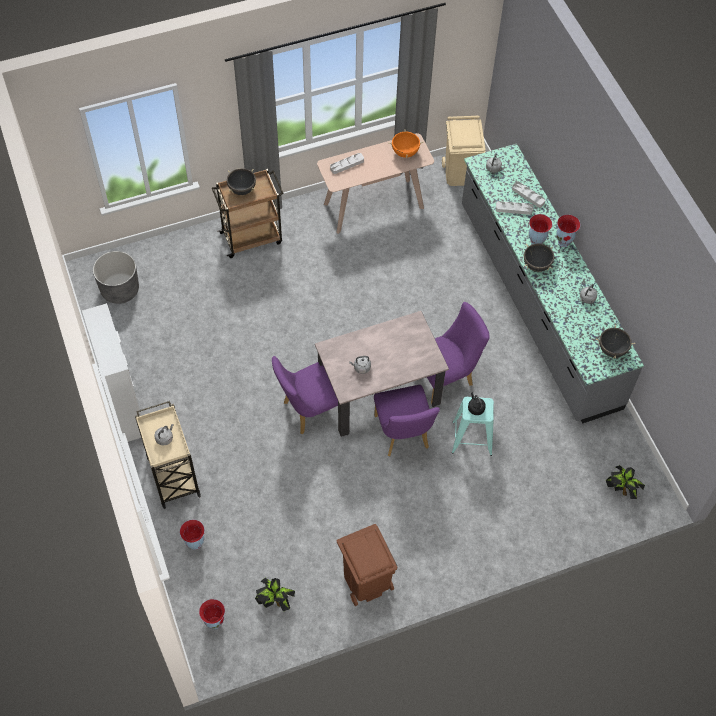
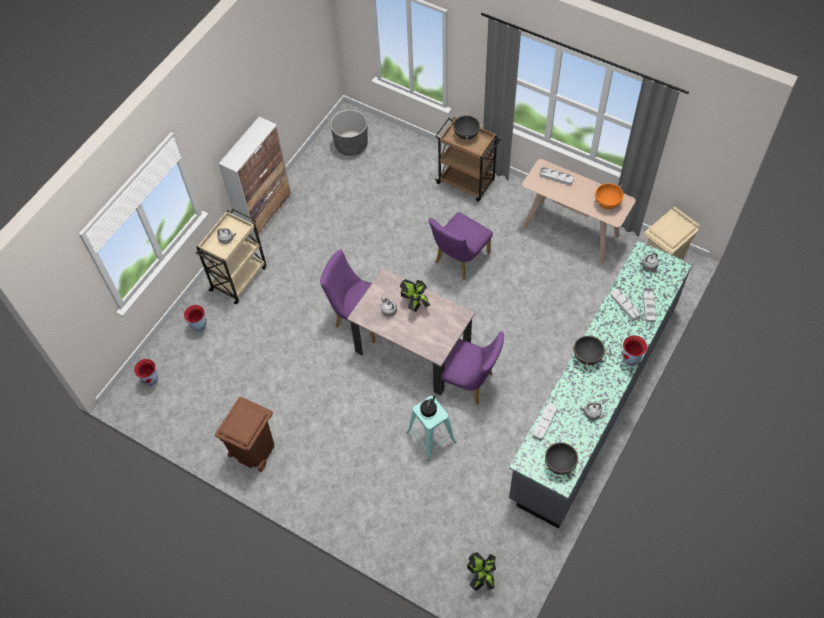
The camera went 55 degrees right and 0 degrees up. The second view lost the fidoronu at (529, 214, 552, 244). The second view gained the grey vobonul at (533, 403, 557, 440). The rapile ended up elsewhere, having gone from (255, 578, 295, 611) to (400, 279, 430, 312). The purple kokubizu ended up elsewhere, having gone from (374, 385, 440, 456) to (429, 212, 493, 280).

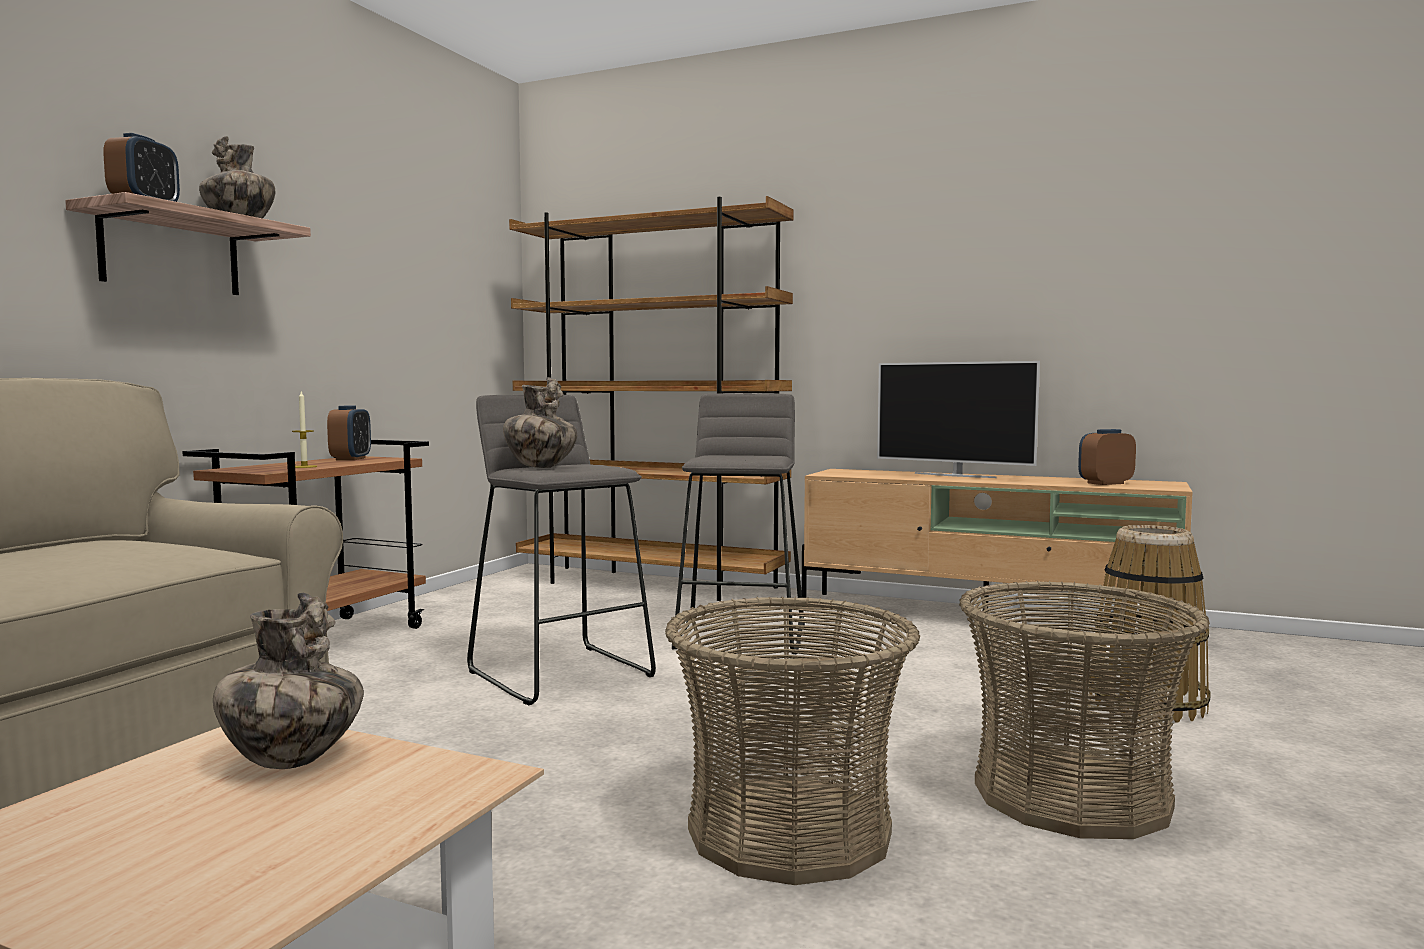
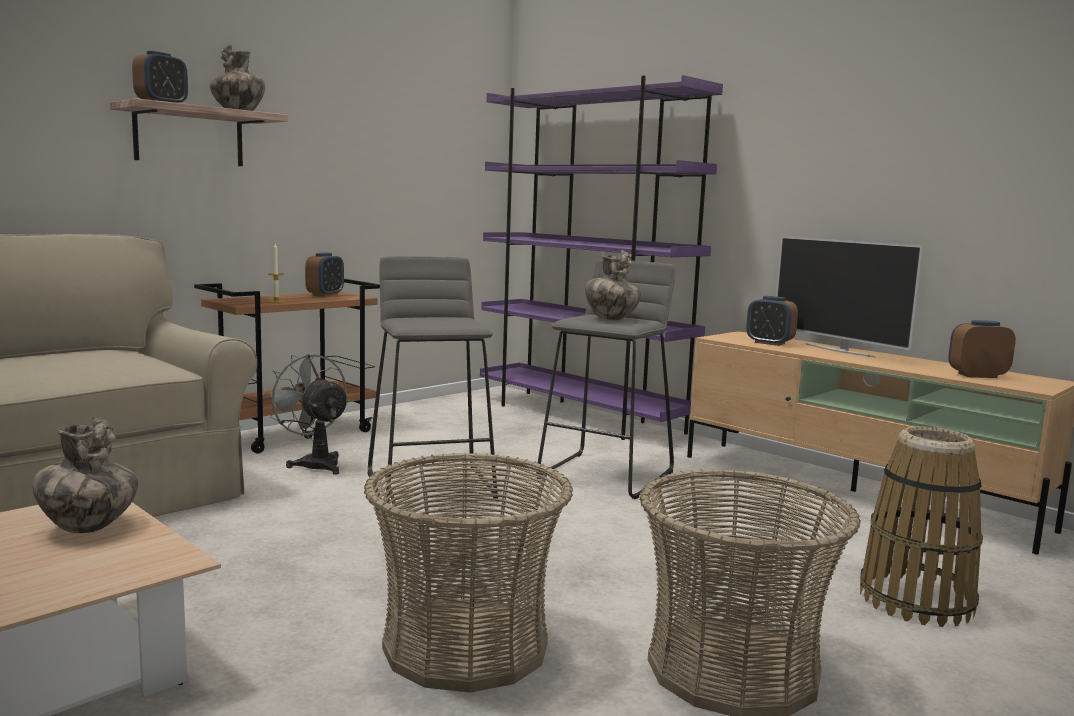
The camera went 20 degrees right and 5 degrees up. The second view gained the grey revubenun at (264, 354, 349, 475). The second view gained the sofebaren at (746, 296, 798, 346). The fidoronu ended up elsewhere, having gone from (503, 377, 577, 468) to (585, 250, 641, 320). What was the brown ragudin at (509, 196, 793, 601) turned into the purple ragudin at (480, 75, 723, 440).

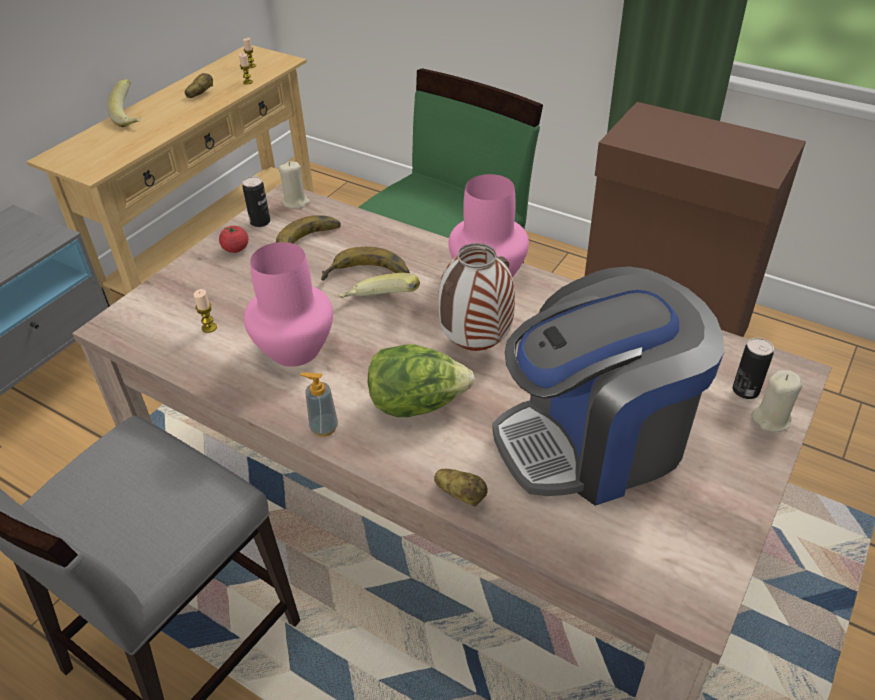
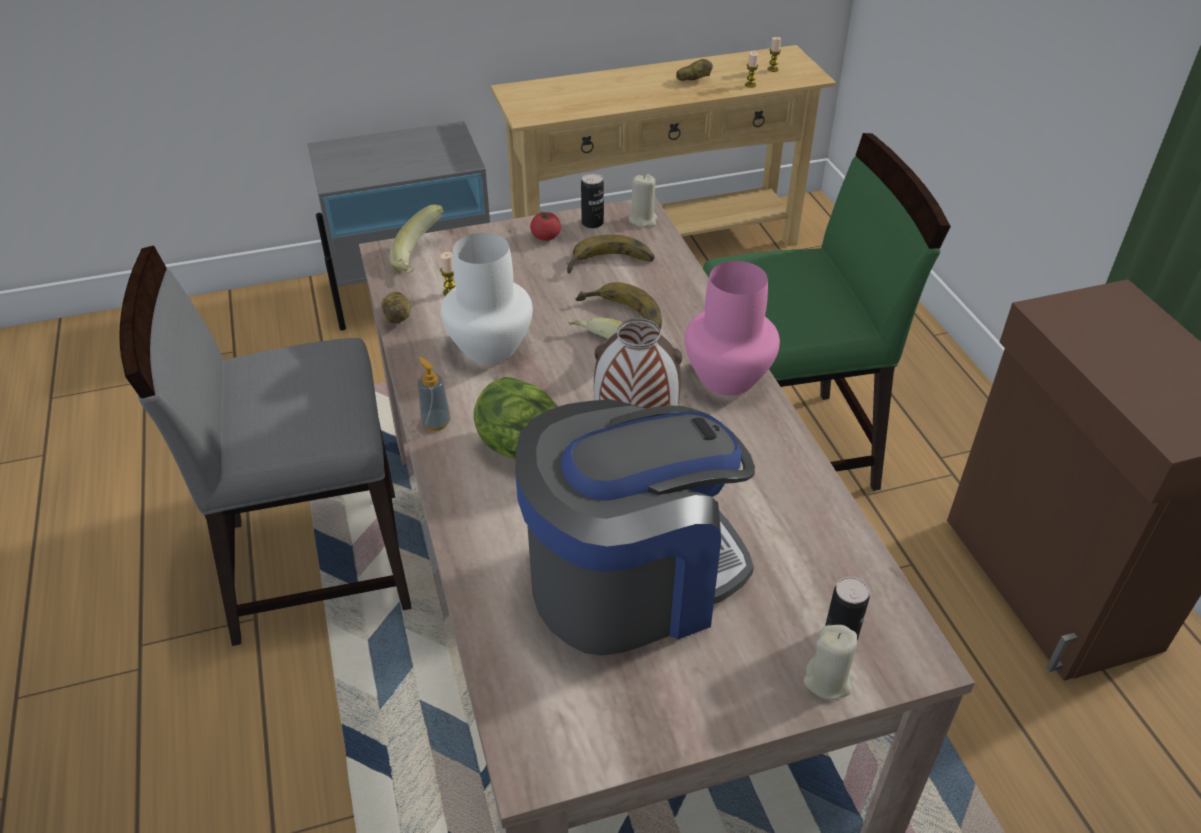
The camera went 40 degrees right and 0 degrees up. The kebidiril ended up elsewhere, having gone from (107, 79, 140, 127) to (389, 205, 444, 274). The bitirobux ended up elsewhere, having gone from (434, 469, 488, 506) to (381, 292, 411, 323). What was the pink fidoronu at (244, 242, 333, 367) turned into the white fidoronu at (441, 233, 533, 364). The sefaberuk at (492, 266, 725, 506) ended up facing another way, 135 degrees clockwise from before.

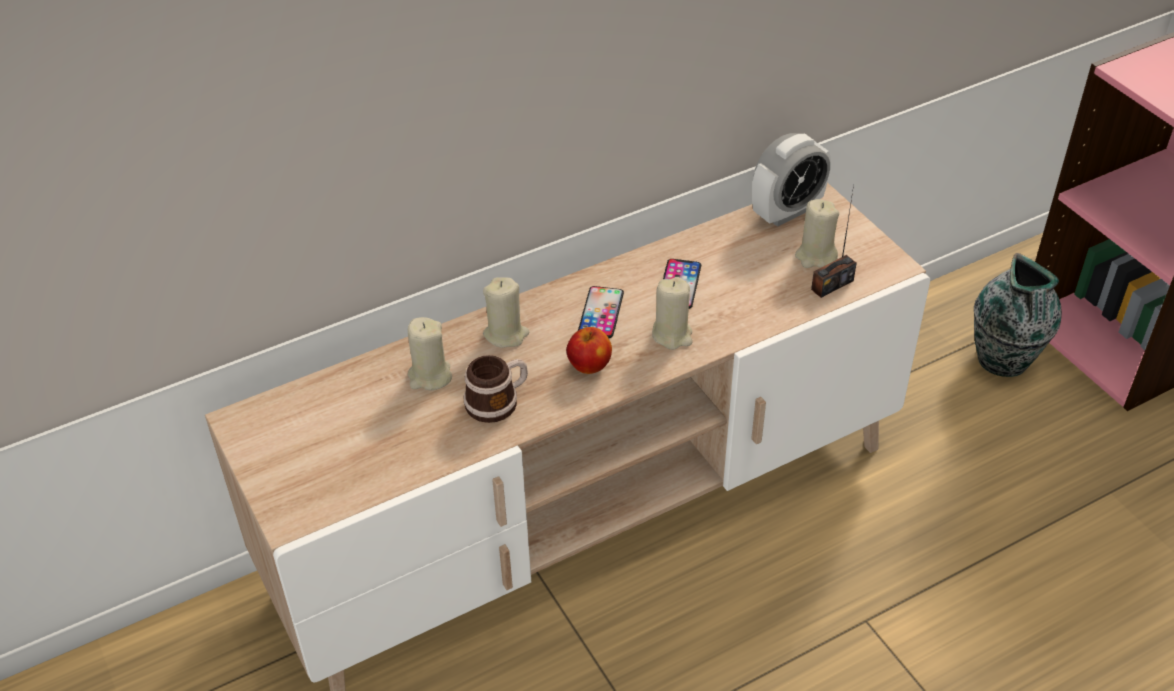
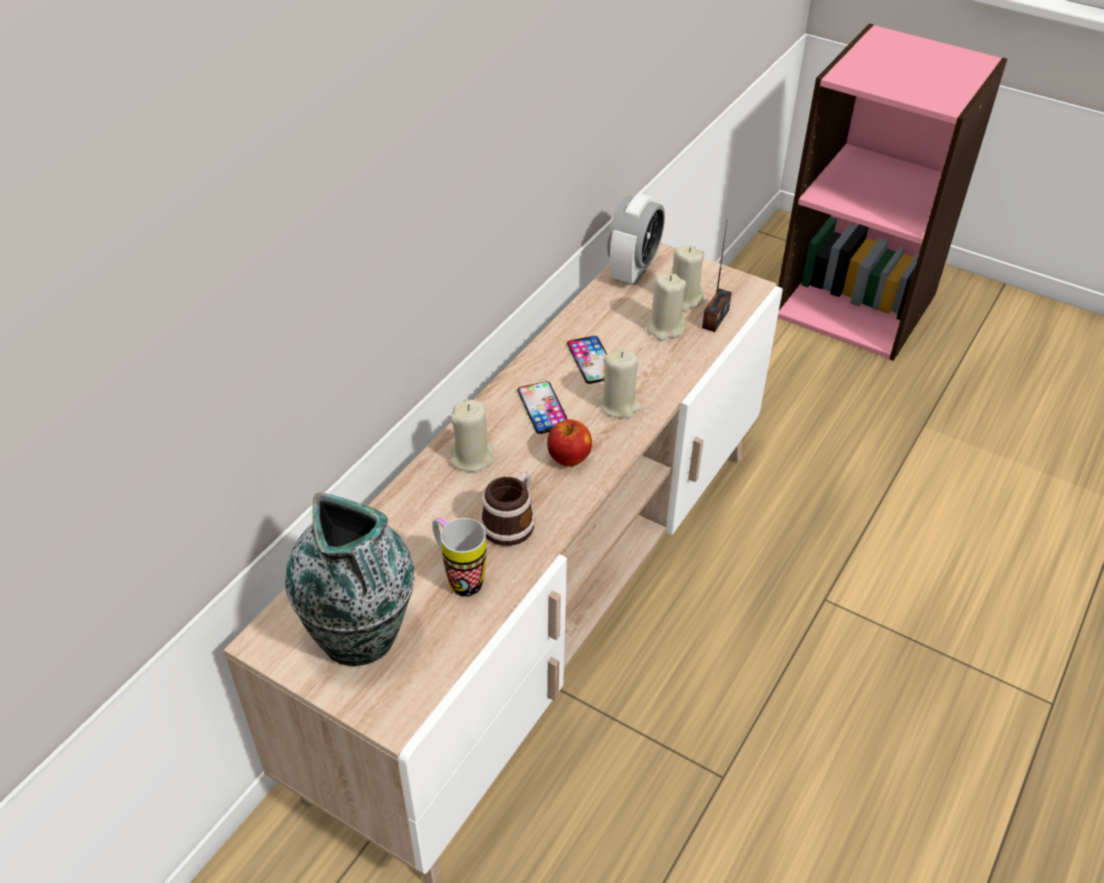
The camera went 30 degrees left and 0 degrees up. The second view gained the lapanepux at (432, 517, 486, 597). The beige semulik ended up elsewhere, having gone from (408, 317, 452, 390) to (647, 273, 686, 341). The fidoronu ended up elsewhere, having gone from (974, 253, 1062, 377) to (285, 492, 415, 666).

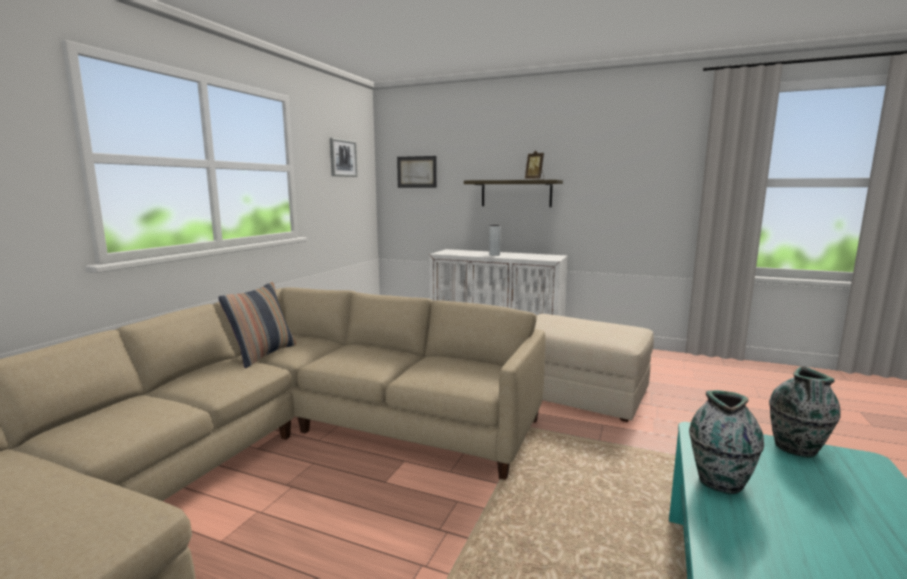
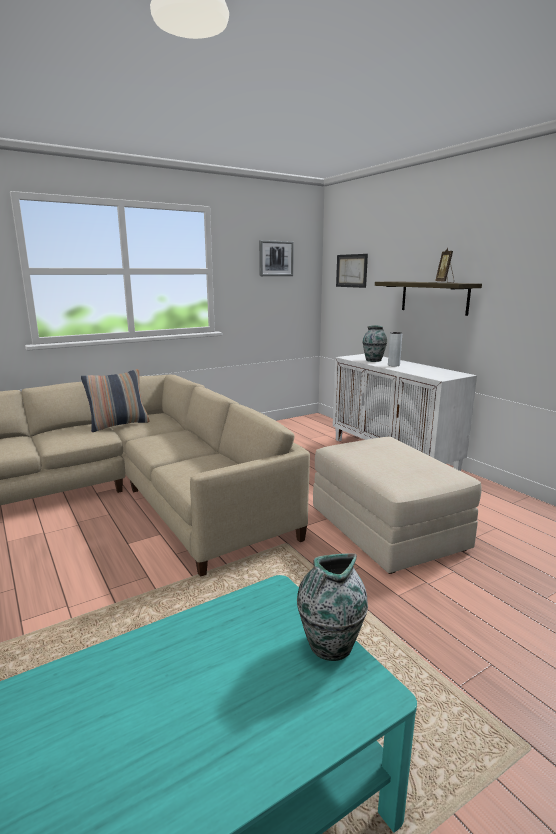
The camera went 35 degrees right and 5 degrees up. The fidoronu ended up elsewhere, having gone from (689, 390, 764, 494) to (362, 325, 387, 362).

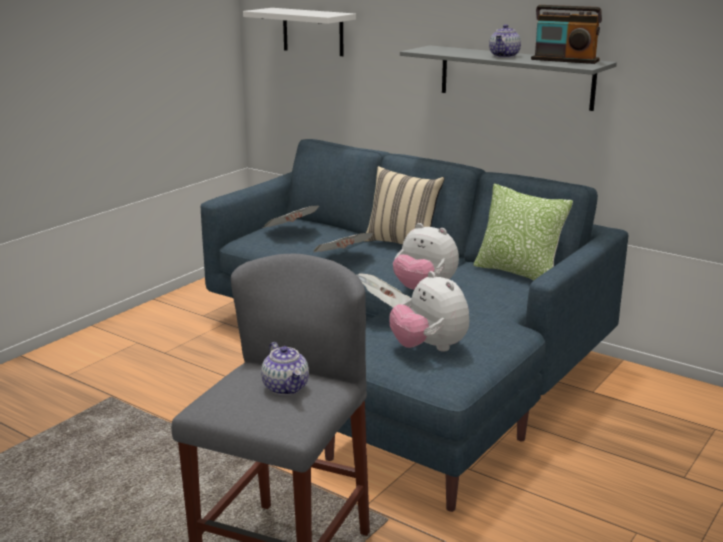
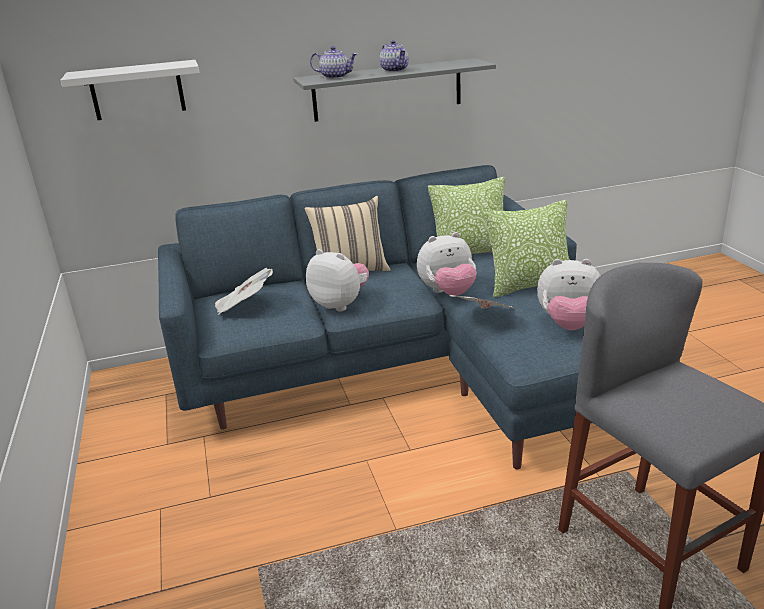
The camera went 50 degrees left and 5 degrees up. The second view lost the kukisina at (531, 5, 602, 64). The second view gained the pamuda at (484, 200, 570, 297). The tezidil ended up elsewhere, having gone from (261, 342, 309, 395) to (310, 46, 357, 79). Where the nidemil stood at (314, 233, 373, 252), the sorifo came to stand at (306, 249, 369, 312).

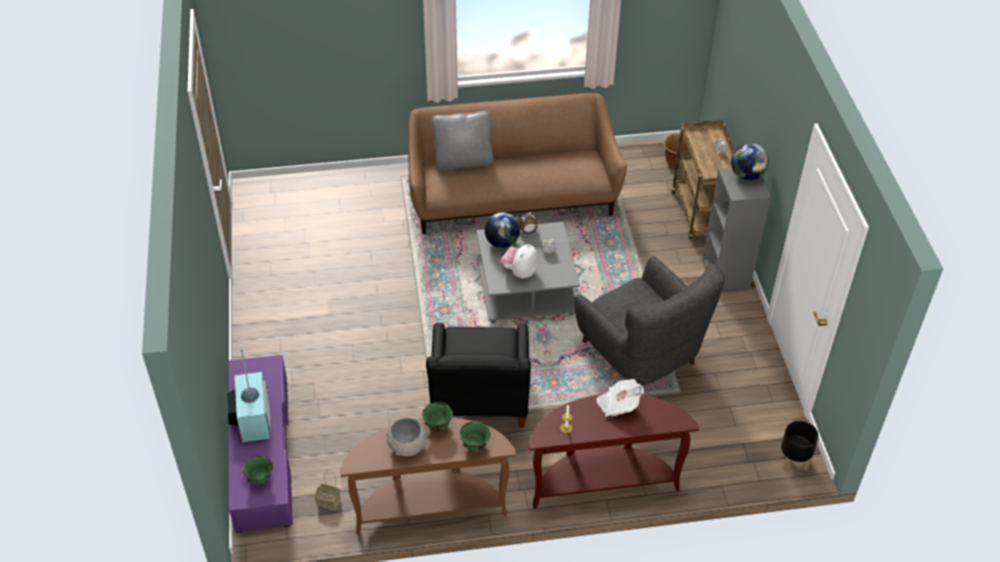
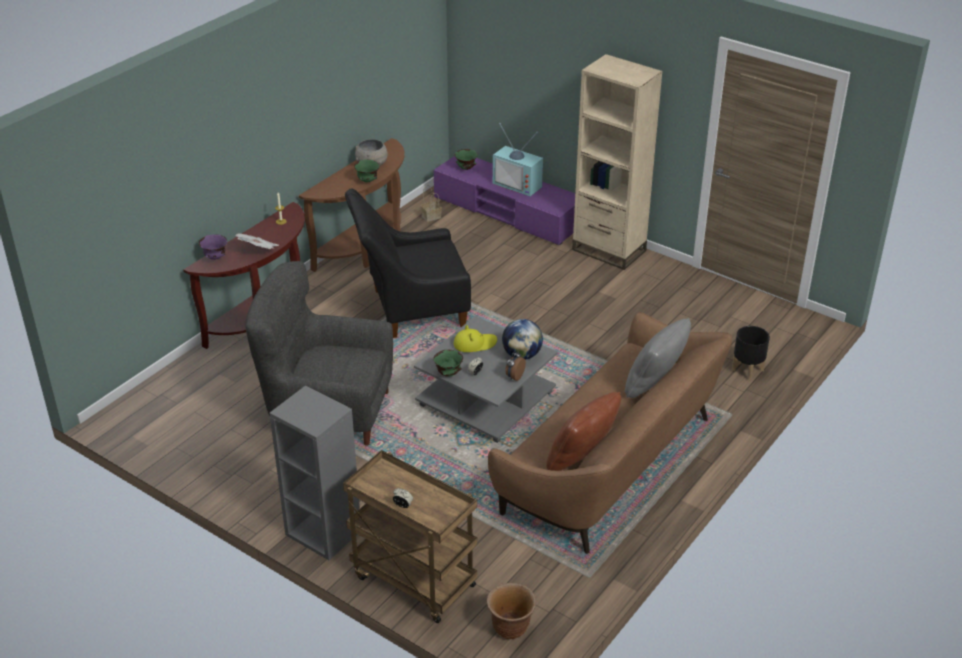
The camera went 135 degrees right and 10 degrees down. The second view lost the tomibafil at (731, 143, 769, 180). The second view gained the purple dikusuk at (199, 234, 227, 260). The second view gained the brown pamuda at (546, 392, 621, 471). The second view gained the beige ragudin at (572, 54, 663, 270). The green dikusuk ended up elsewhere, having gone from (460, 421, 490, 452) to (433, 350, 463, 377). The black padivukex ended up elsewhere, having gone from (781, 421, 819, 470) to (732, 326, 770, 380). Where the sorifo stood at (500, 244, 538, 279), the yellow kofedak came to stand at (454, 325, 497, 352). The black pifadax at (426, 323, 531, 428) ended up facing another way, 60 degrees counterclockwise from before.

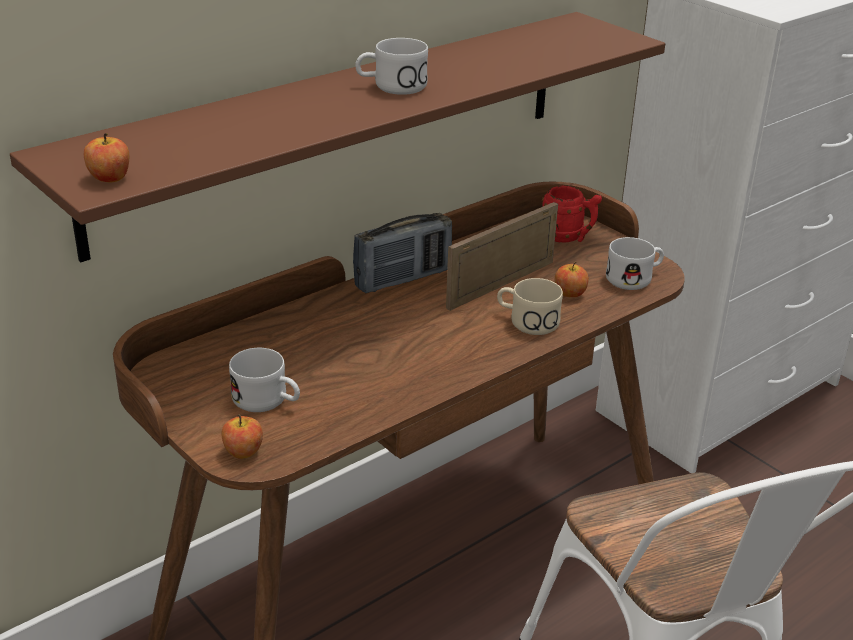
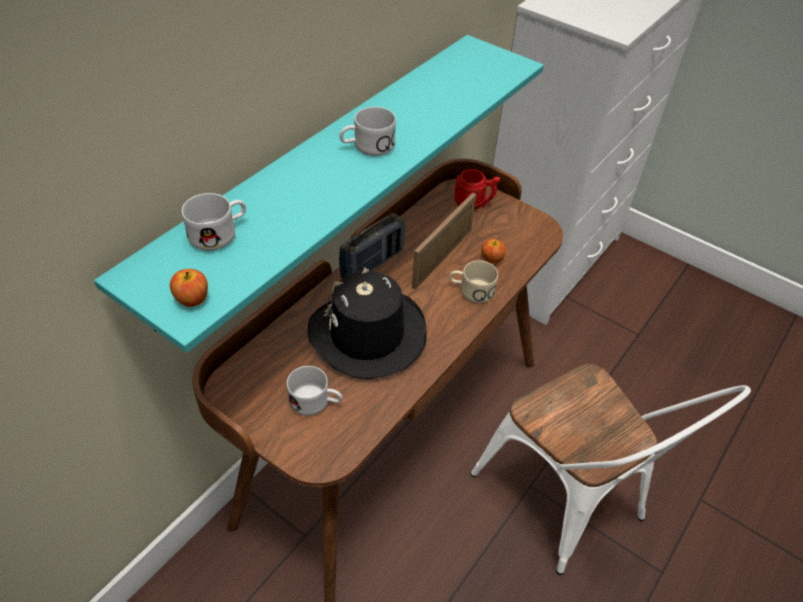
The camera went 15 degrees left and 15 degrees up. The second view lost the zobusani at (221, 414, 263, 459). The second view gained the black kofedak at (308, 267, 426, 379). The white lapanepux ended up elsewhere, having gone from (606, 237, 664, 290) to (182, 193, 246, 251). What was the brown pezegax at (10, 12, 665, 262) turned into the turquoise pezegax at (94, 35, 544, 353).

